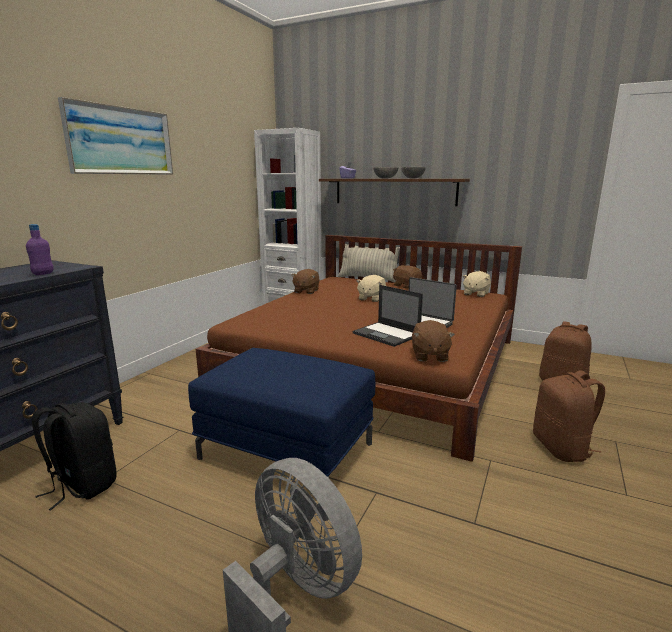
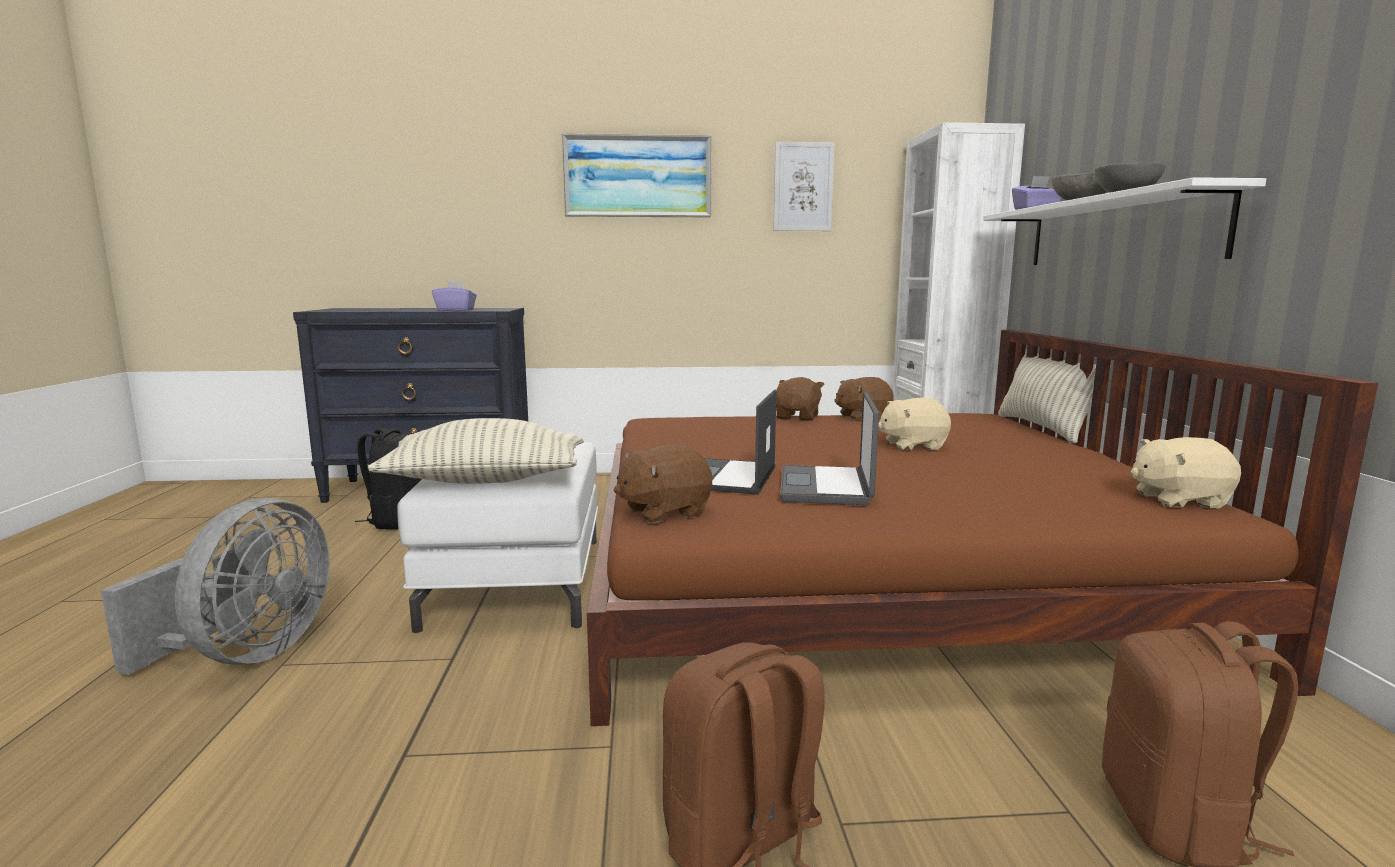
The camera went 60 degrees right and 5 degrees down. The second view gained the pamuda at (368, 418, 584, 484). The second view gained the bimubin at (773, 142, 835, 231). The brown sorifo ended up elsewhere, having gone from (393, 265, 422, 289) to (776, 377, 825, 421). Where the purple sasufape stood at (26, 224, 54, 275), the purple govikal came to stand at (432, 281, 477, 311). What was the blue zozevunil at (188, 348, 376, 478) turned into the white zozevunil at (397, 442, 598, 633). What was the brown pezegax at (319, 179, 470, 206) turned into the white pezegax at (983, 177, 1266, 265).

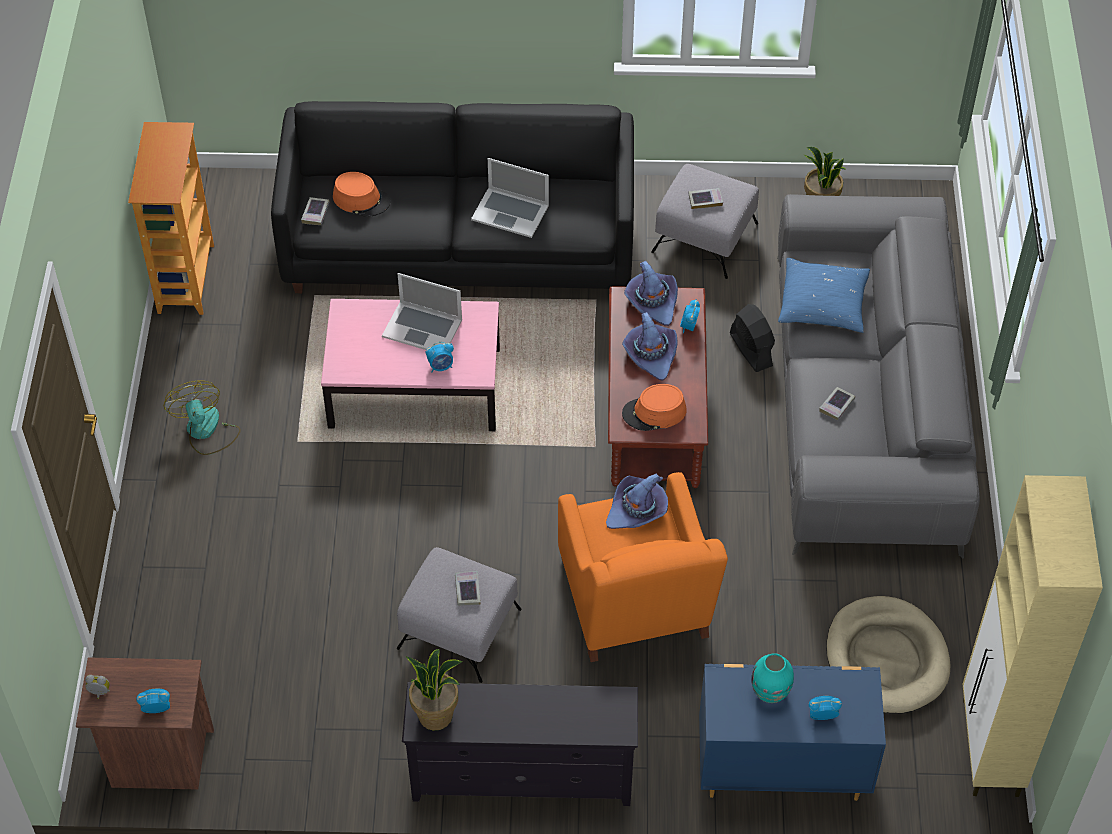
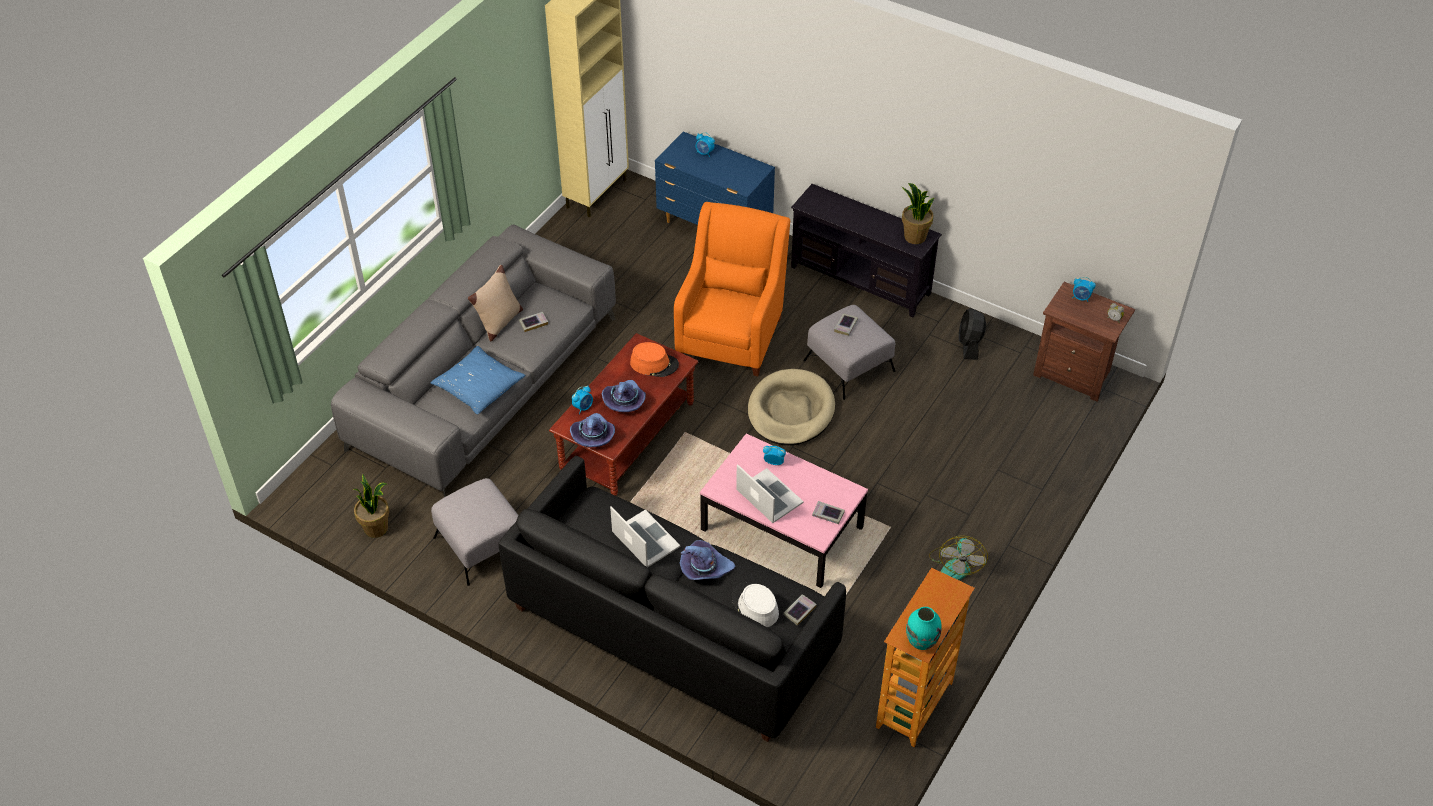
The camera went 150 degrees left and 5 degrees down. The second view gained the beige pamuda at (468, 265, 523, 341). The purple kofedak ended up elsewhere, having gone from (606, 474, 668, 529) to (680, 540, 736, 580). The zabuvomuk ended up elsewhere, having gone from (688, 188, 723, 209) to (812, 501, 845, 524). The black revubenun ended up elsewhere, having gone from (730, 304, 775, 372) to (959, 308, 986, 360). The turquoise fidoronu ended up elsewhere, having gone from (751, 653, 794, 703) to (906, 607, 942, 650). The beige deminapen ended up elsewhere, having gone from (826, 596, 951, 713) to (748, 369, 835, 445). What was the orange kofedak at (333, 172, 391, 217) turned into the white kofedak at (732, 583, 779, 627).

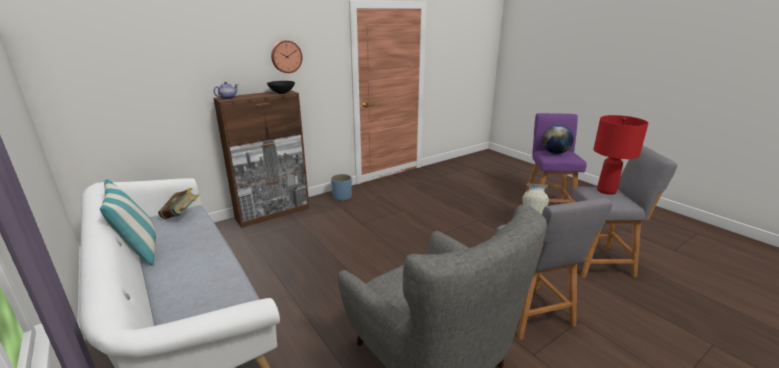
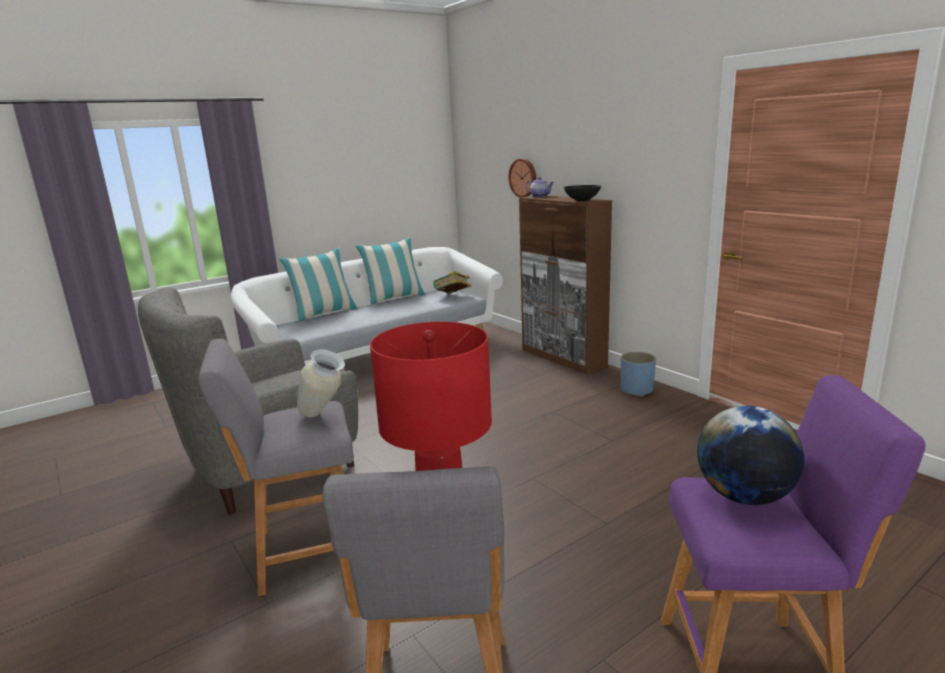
The camera went 90 degrees right and 5 degrees down. The second view gained the pamuda at (279, 248, 358, 321). The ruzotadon ended up elsewhere, having gone from (271, 40, 302, 73) to (508, 159, 536, 197).

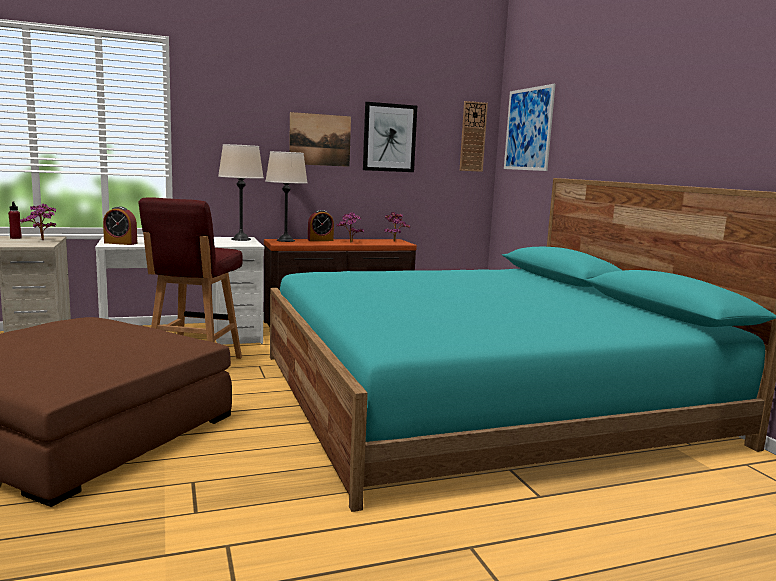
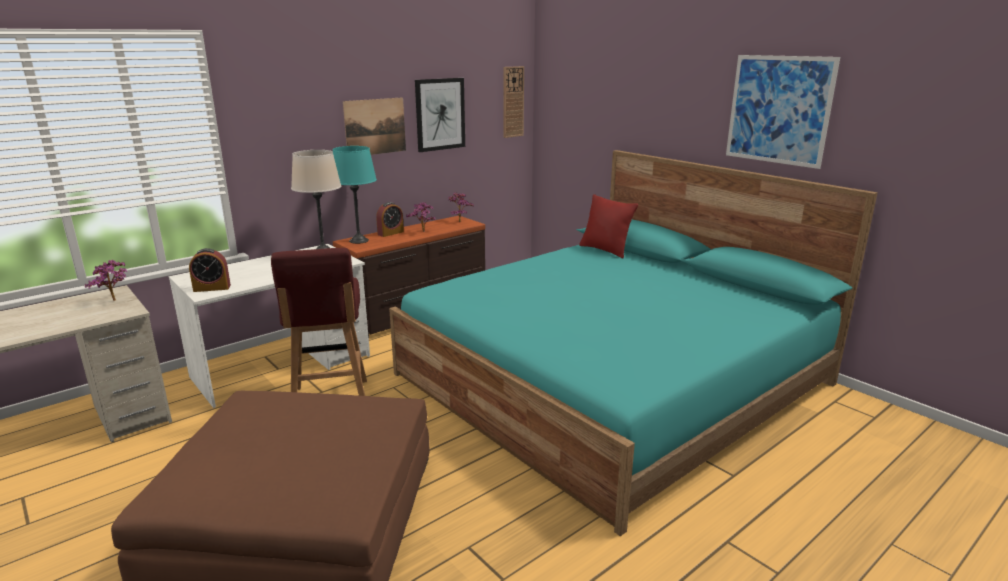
The camera went 20 degrees left and 10 degrees up. The second view lost the red sasufape at (8, 201, 22, 239). The second view gained the red pamuda at (579, 194, 638, 258). The bimubin ended up elsewhere, having gone from (504, 84, 555, 171) to (726, 55, 840, 169). What was the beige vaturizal at (265, 151, 308, 242) turned into the turquoise vaturizal at (333, 146, 377, 244).

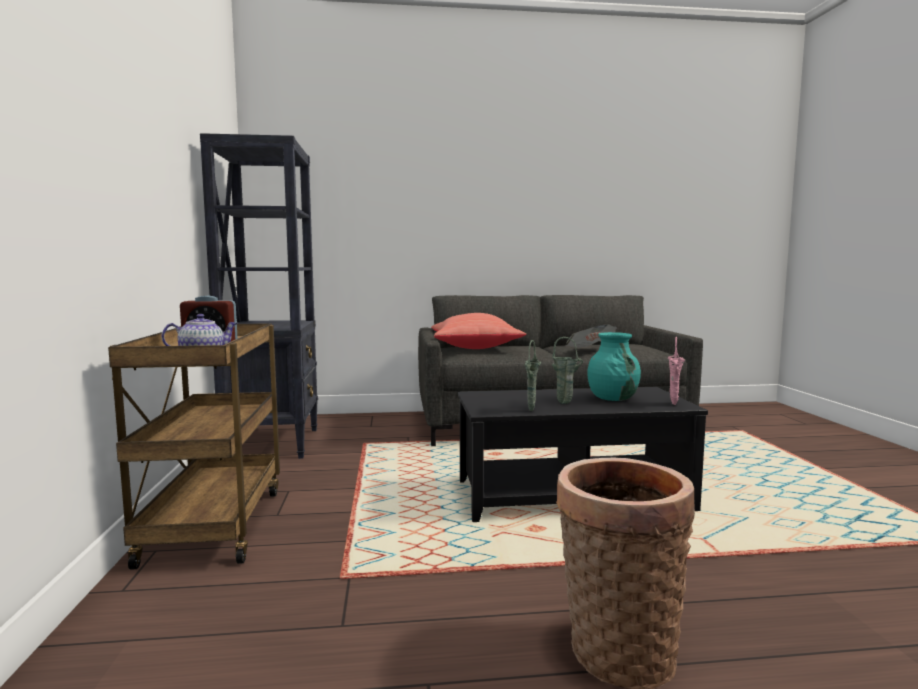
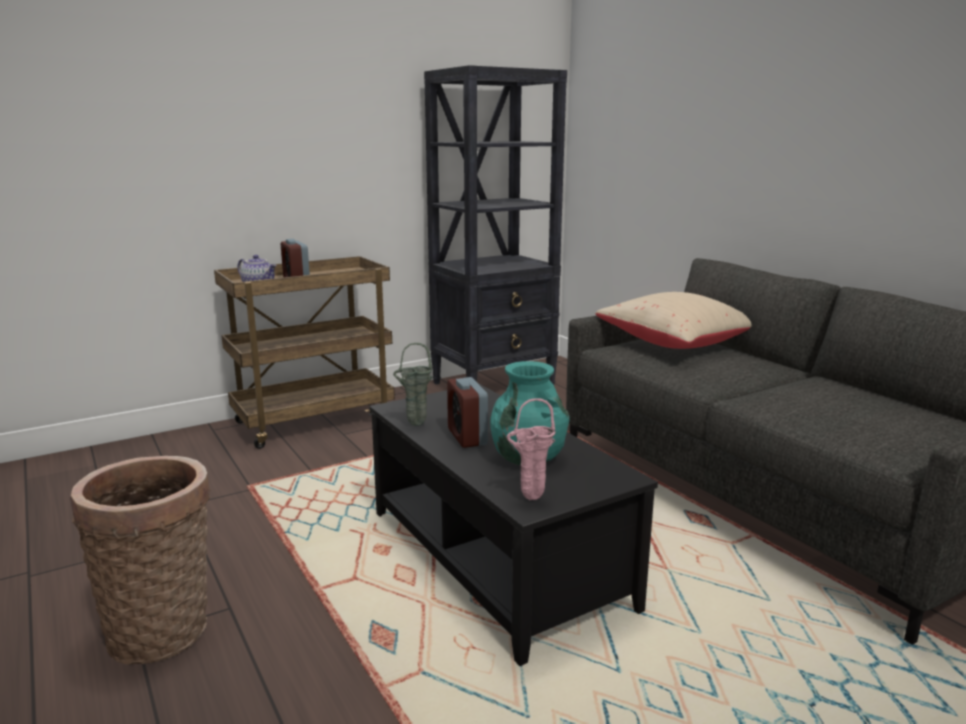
The camera went 65 degrees right and 10 degrees up. The second view lost the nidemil at (565, 324, 617, 348). Where the green fidoronu stood at (552, 337, 583, 404), the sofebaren came to stand at (447, 377, 488, 448). What was the red pamuda at (431, 313, 526, 349) turned into the beige pamuda at (595, 292, 751, 349).

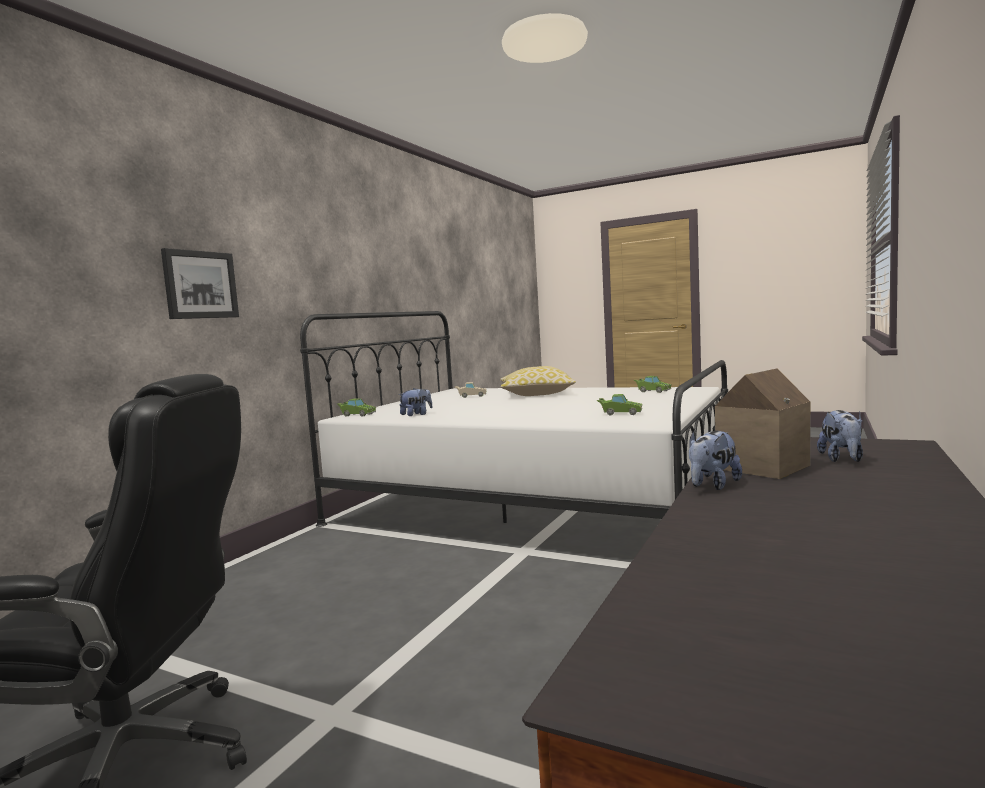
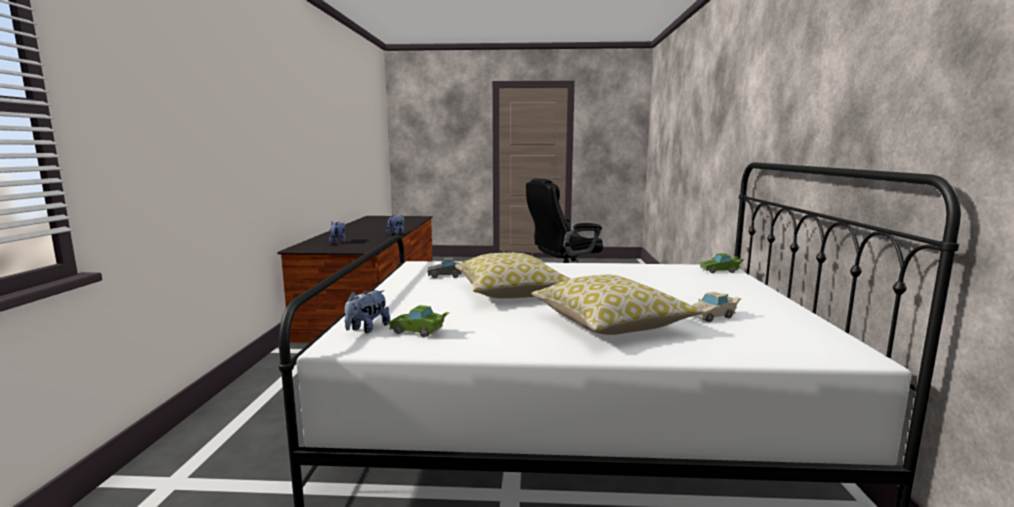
The camera went 155 degrees right and 5 degrees up. The second view lost the bimubin at (161, 248, 239, 319). The second view lost the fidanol at (715, 369, 811, 479). The second view gained the pamuda at (455, 253, 570, 299). The sorifo ended up elsewhere, having gone from (399, 388, 432, 416) to (345, 290, 390, 333). What was the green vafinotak at (597, 394, 643, 415) turned into the grey vafinotak at (427, 257, 467, 278).

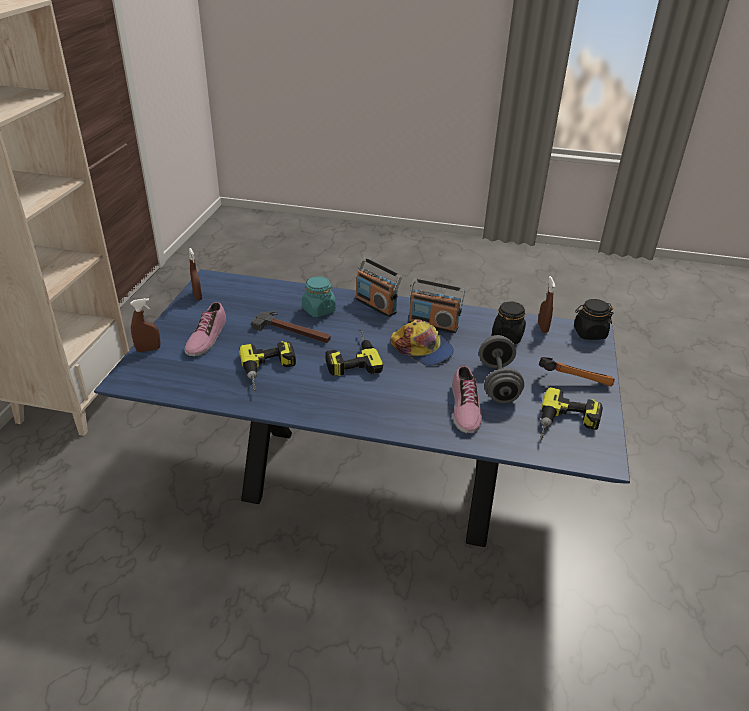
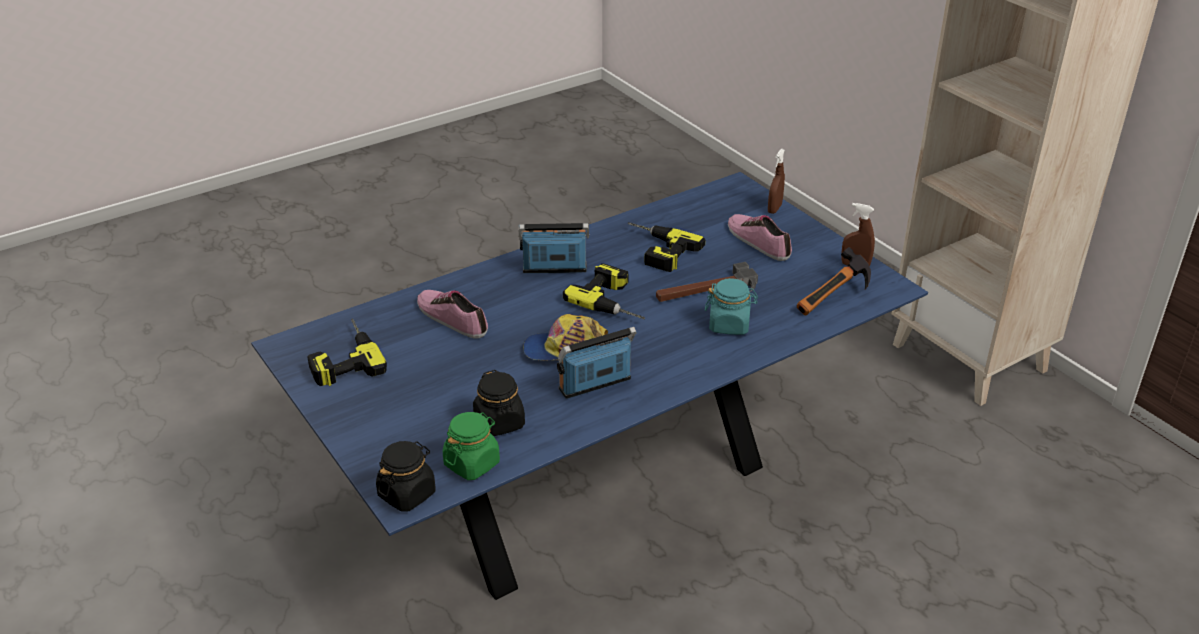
The camera went 135 degrees right and 0 degrees up. The second view lost the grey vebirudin at (479, 335, 524, 403). The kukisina ended up elsewhere, having gone from (355, 258, 402, 317) to (519, 223, 590, 273). The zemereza ended up elsewhere, having gone from (539, 357, 615, 386) to (797, 247, 871, 316). Where the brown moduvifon stood at (538, 276, 555, 333), the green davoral came to stand at (443, 412, 500, 480).

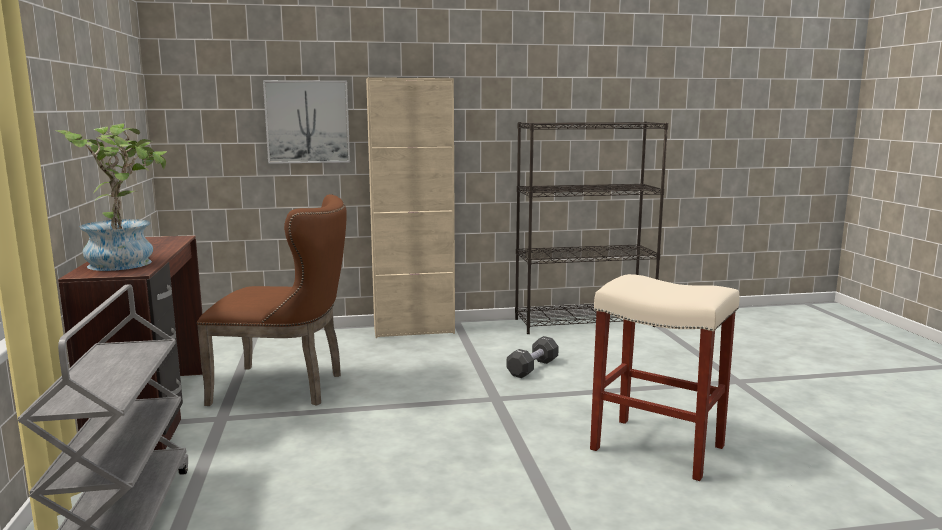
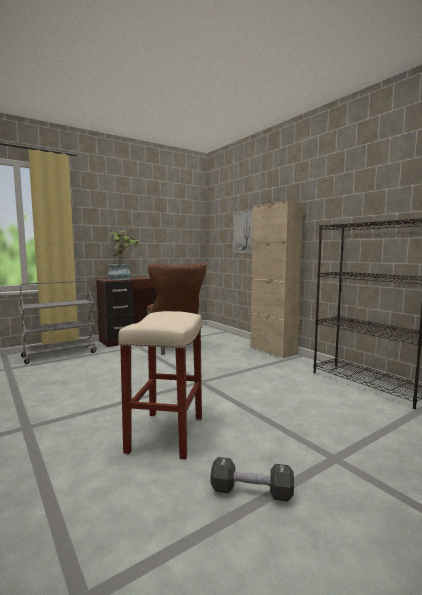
The camera went 65 degrees right and 5 degrees down. The black vebirudin ended up elsewhere, having gone from (507, 336, 559, 378) to (211, 457, 294, 502).

